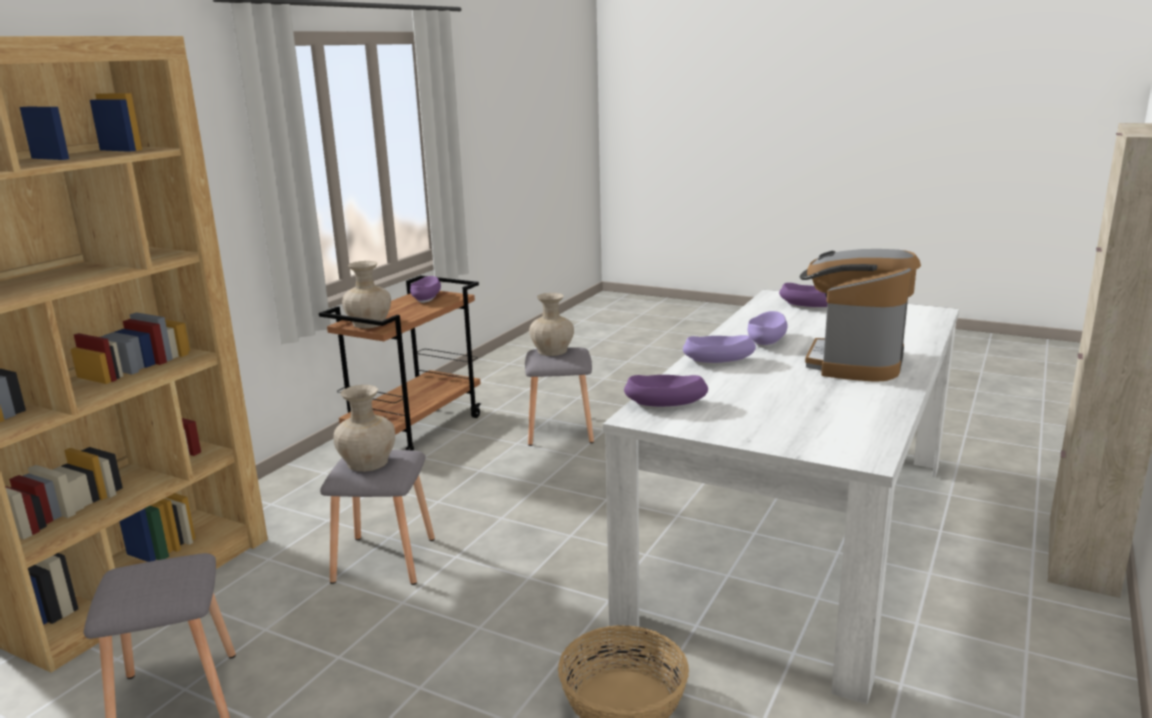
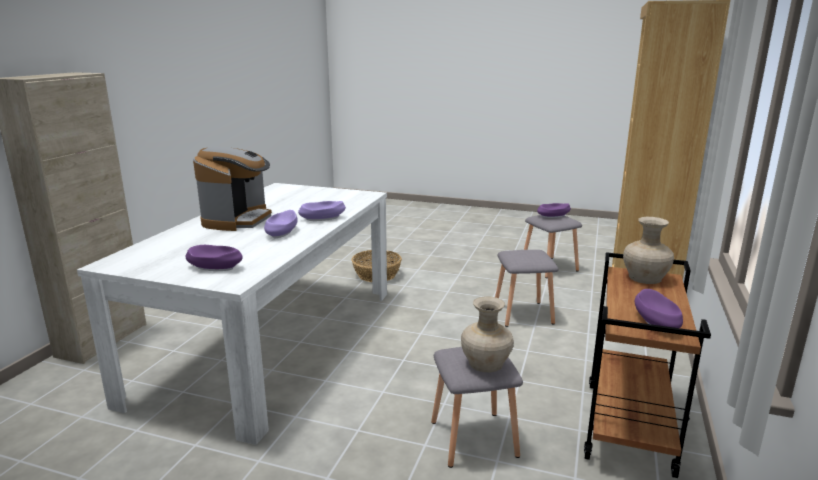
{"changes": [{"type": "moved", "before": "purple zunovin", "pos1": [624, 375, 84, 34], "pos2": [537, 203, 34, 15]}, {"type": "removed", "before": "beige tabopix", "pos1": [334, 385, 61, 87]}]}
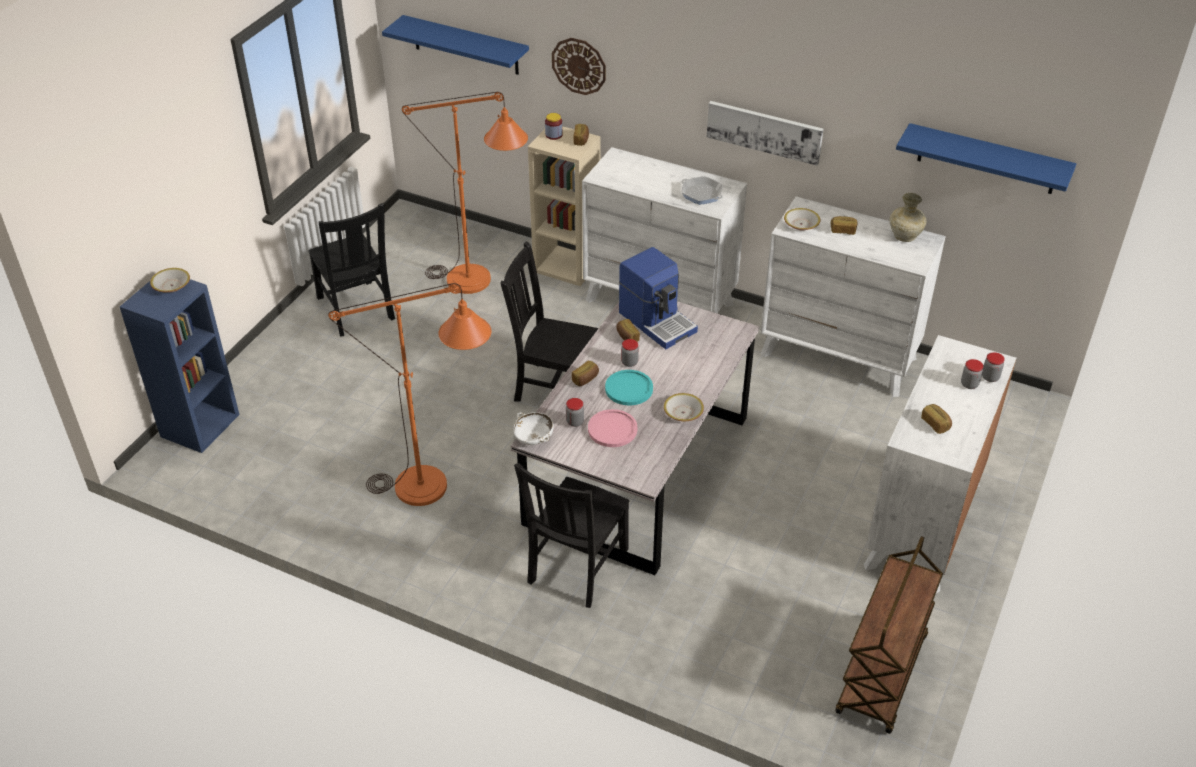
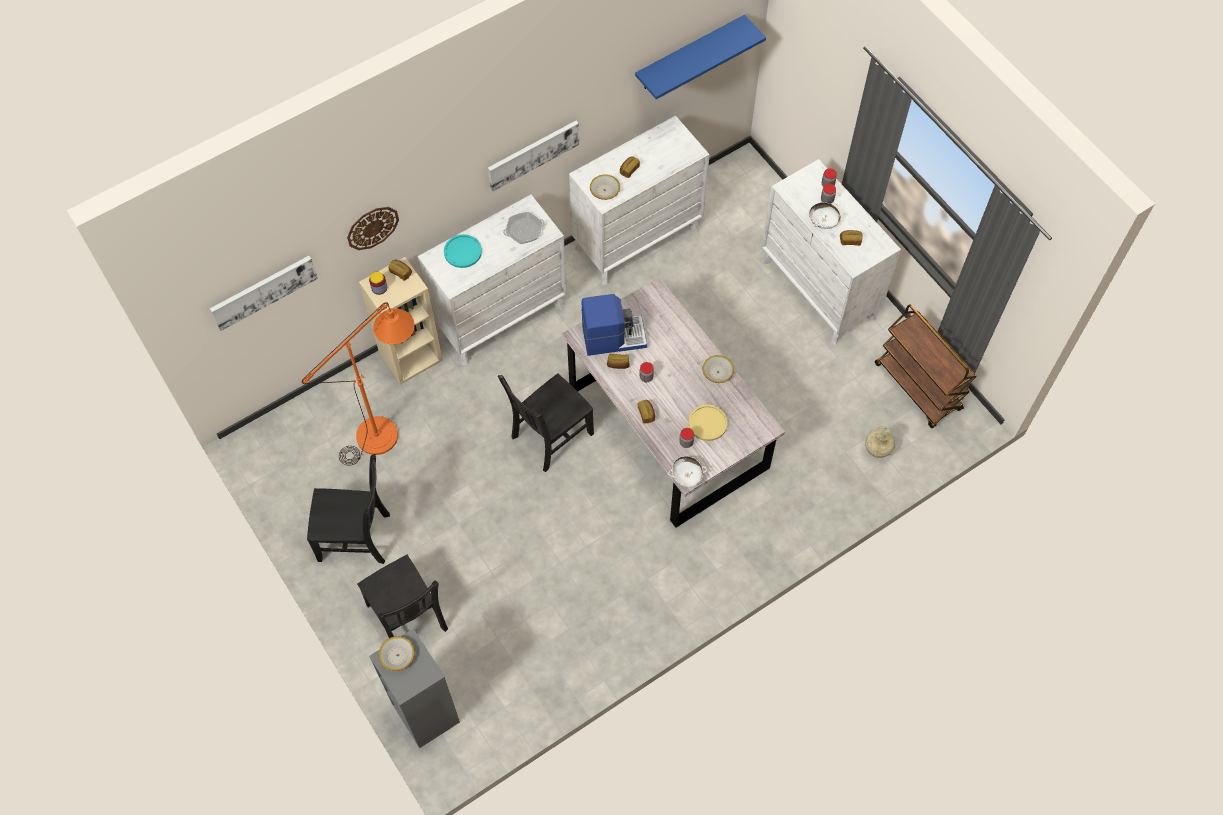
{"changes": [{"type": "replaced", "before": "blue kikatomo", "after": "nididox", "pos1": [382, 15, 147, 60], "pos2": [210, 256, 108, 75]}, {"type": "moved", "before": "beige tabopix", "pos1": [890, 193, 36, 49], "pos2": [865, 426, 30, 32]}, {"type": "recoloured", "before": "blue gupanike", "after": "grey gupanike", "pos1": [120, 279, 120, 174], "pos2": [369, 629, 91, 119]}, {"type": "removed", "before": "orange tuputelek", "pos1": [328, 283, 163, 223]}, {"type": "moved", "before": "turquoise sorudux", "pos1": [605, 370, 48, 35], "pos2": [444, 234, 38, 34]}, {"type": "recoloured", "before": "pink sorudux", "after": "yellow sorudux", "pos1": [588, 409, 49, 38], "pos2": [689, 405, 39, 36]}, {"type": "moved", "before": "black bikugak", "pos1": [514, 463, 115, 145], "pos2": [357, 555, 91, 83]}, {"type": "added", "after": "white zunovin", "pos2": [809, 202, 32, 27]}]}
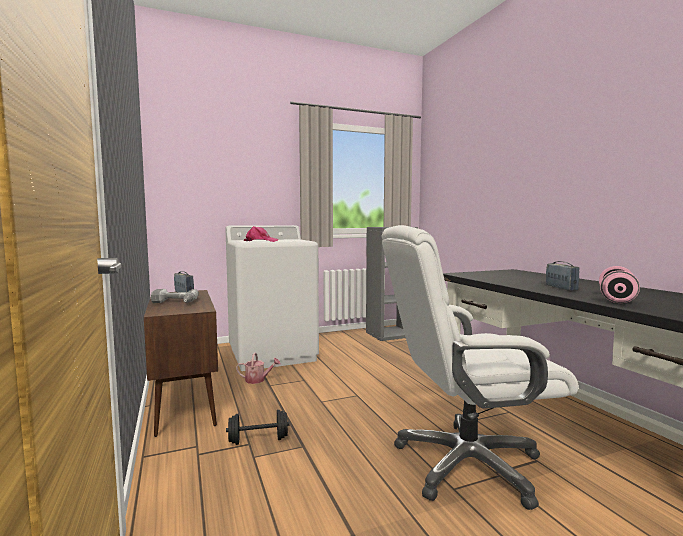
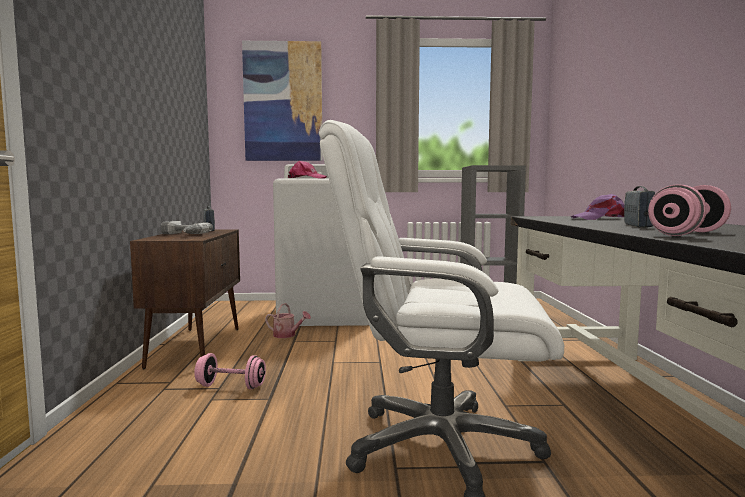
{"changes": [{"type": "recoloured", "before": "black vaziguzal", "after": "pink vaziguzal", "pos1": [226, 410, 64, 35], "pos2": [194, 353, 72, 36]}, {"type": "added", "after": "nididox", "pos2": [242, 41, 81, 120]}, {"type": "added", "after": "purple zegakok", "pos2": [571, 194, 53, 26]}]}
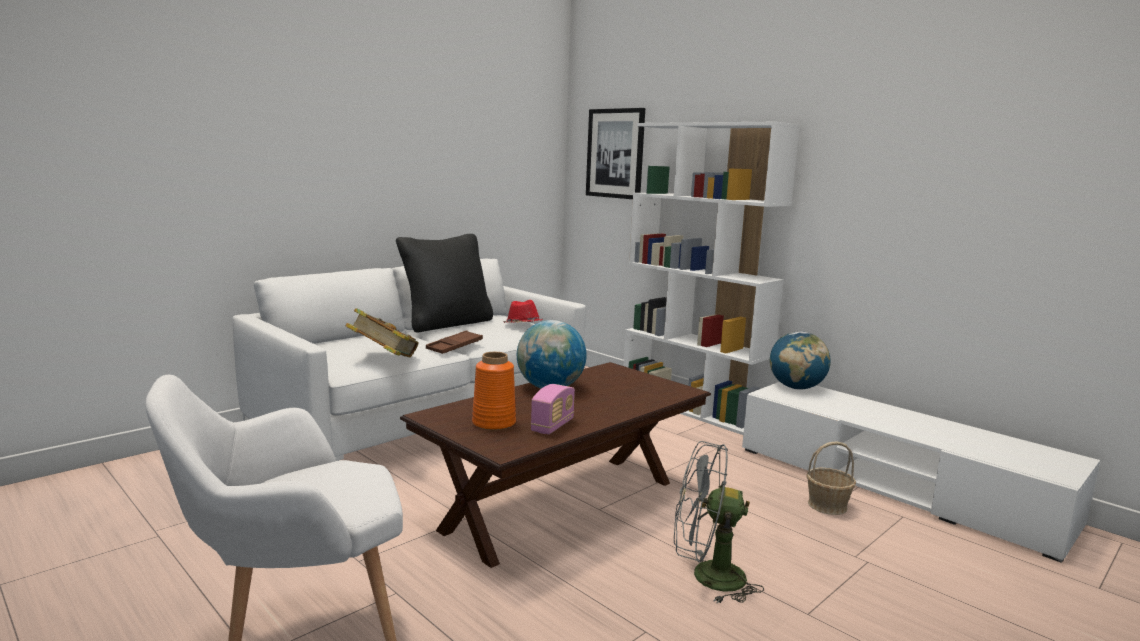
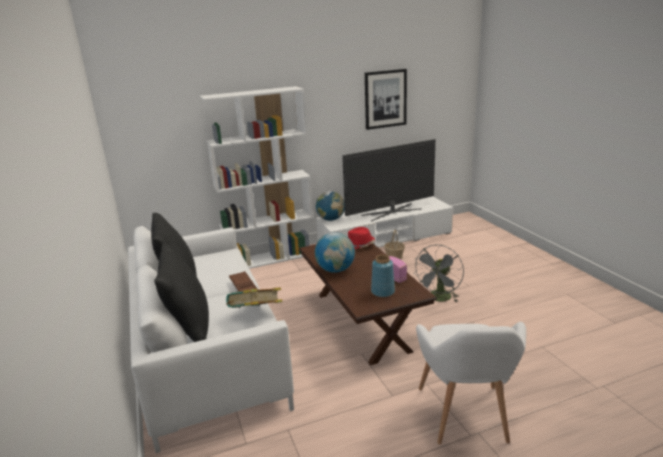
{"changes": [{"type": "moved", "before": "nididox", "pos1": [586, 108, 59, 91], "pos2": [365, 69, 42, 61]}, {"type": "moved", "before": "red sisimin", "pos1": [503, 300, 40, 23], "pos2": [348, 227, 27, 22]}, {"type": "recoloured", "before": "orange tabopix", "after": "blue tabopix", "pos1": [472, 352, 44, 79], "pos2": [371, 255, 24, 42]}, {"type": "added", "after": "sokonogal", "pos2": [342, 139, 94, 83]}, {"type": "added", "after": "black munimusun", "pos2": [154, 243, 55, 99]}]}
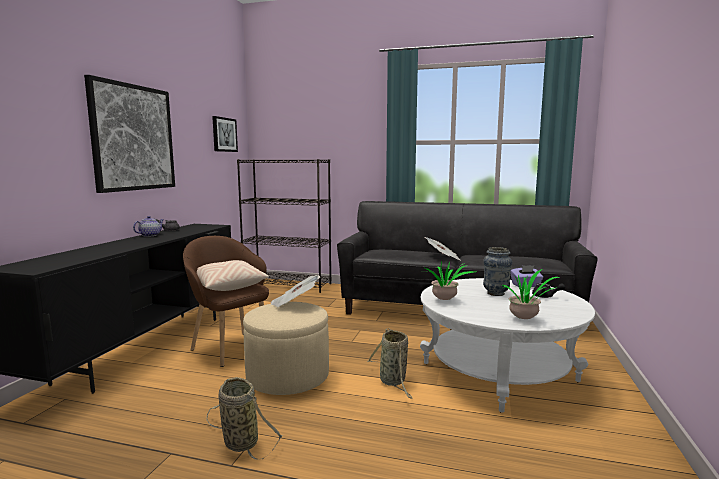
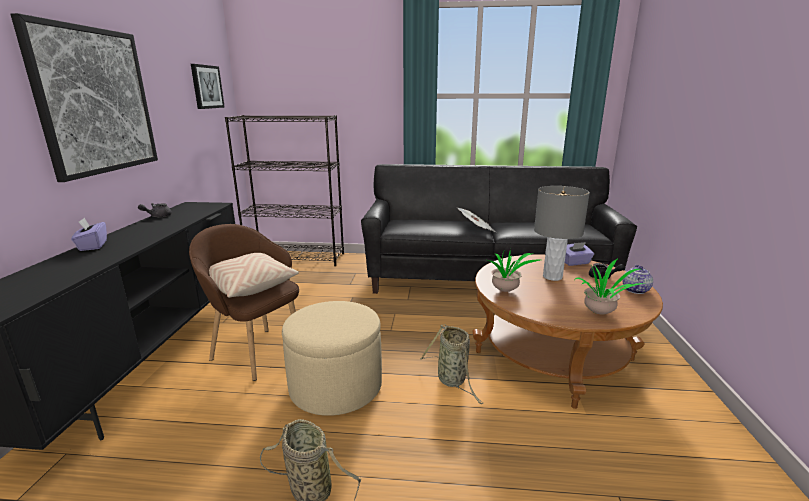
{"changes": [{"type": "moved", "before": "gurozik", "pos1": [133, 216, 31, 21], "pos2": [622, 265, 31, 29]}, {"type": "replaced", "before": "tabopix", "after": "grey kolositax", "pos1": [483, 247, 29, 49], "pos2": [534, 186, 56, 95]}, {"type": "removed", "before": "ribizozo", "pos1": [271, 275, 49, 33]}, {"type": "recoloured", "before": "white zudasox", "after": "brown zudasox", "pos1": [420, 278, 175, 135], "pos2": [473, 255, 190, 154]}, {"type": "added", "after": "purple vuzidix", "pos2": [71, 218, 36, 33]}]}
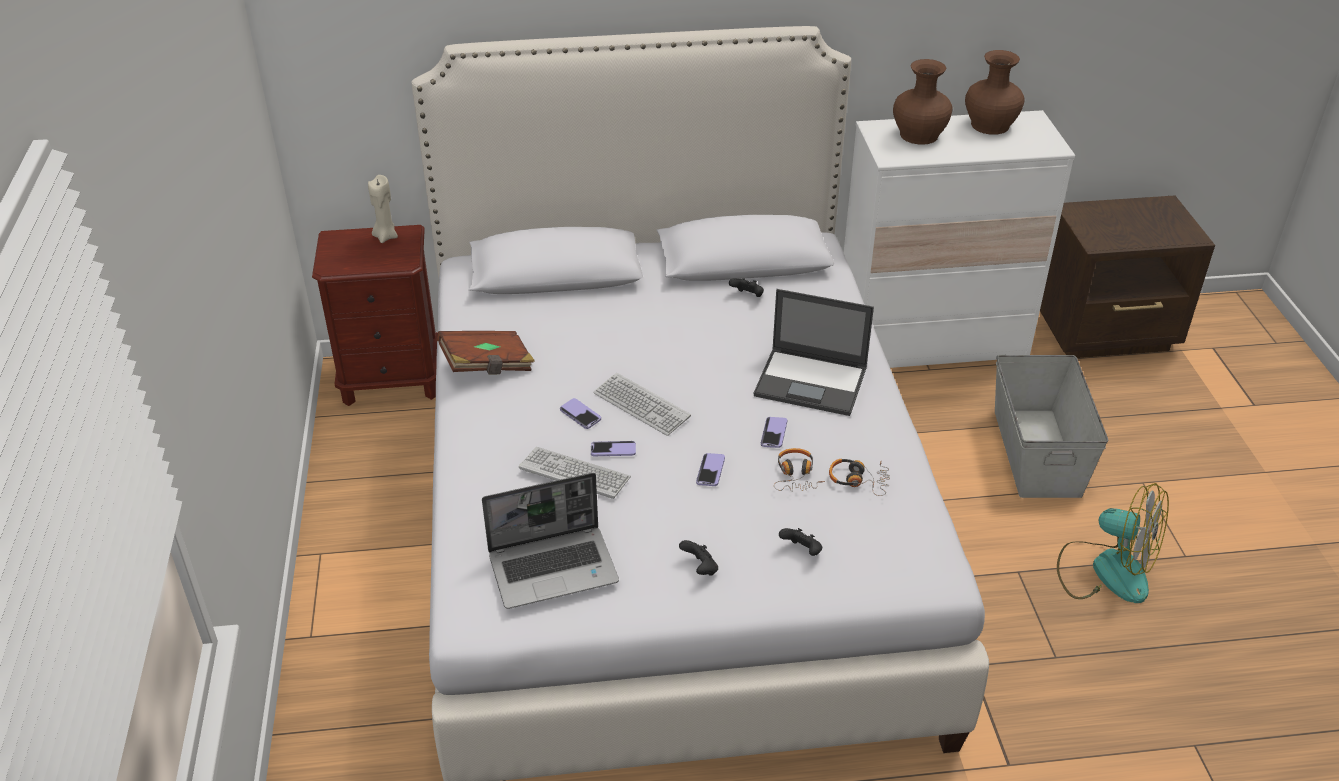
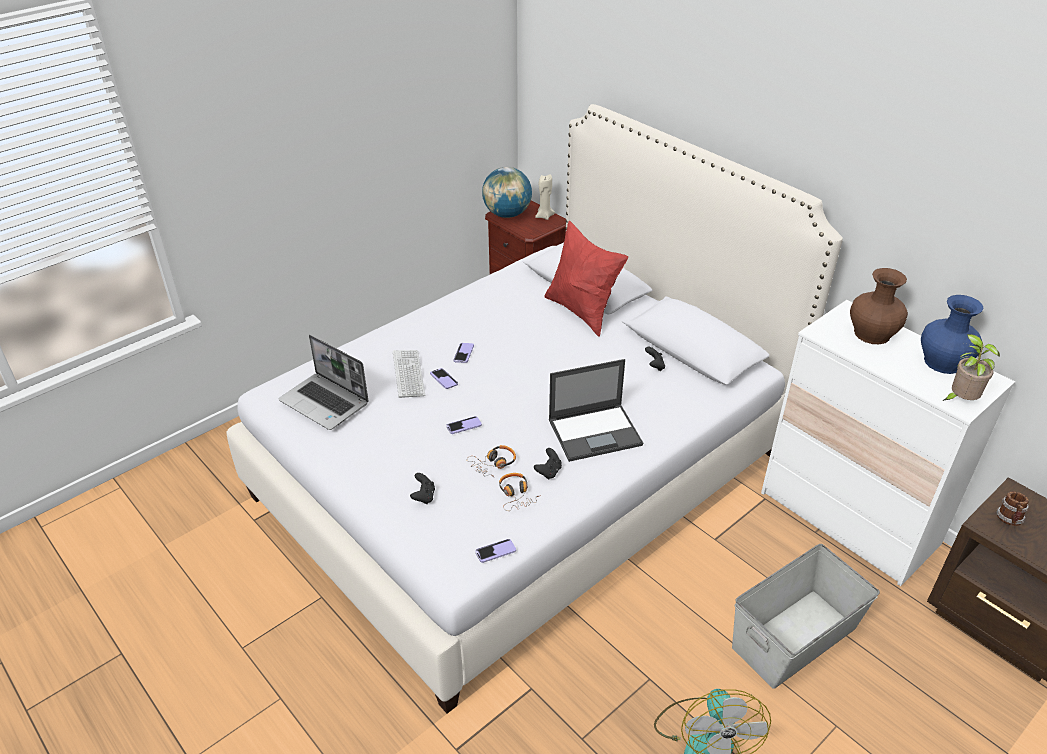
{"changes": [{"type": "recoloured", "before": "brown tabopix", "after": "blue tabopix", "pos1": [965, 50, 60, 85], "pos2": [921, 295, 62, 79]}, {"type": "turned", "before": "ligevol", "pos1": [753, 289, 121, 127], "pos2": [549, 359, 94, 103], "turn": -90}, {"type": "removed", "before": "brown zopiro", "pos1": [437, 331, 98, 44]}, {"type": "removed", "before": "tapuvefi", "pos1": [593, 373, 98, 63]}, {"type": "moved", "before": "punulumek", "pos1": [761, 417, 26, 31], "pos2": [475, 539, 41, 24]}, {"type": "moved", "before": "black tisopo", "pos1": [679, 540, 39, 36], "pos2": [534, 448, 28, 32]}, {"type": "added", "after": "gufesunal", "pos2": [482, 167, 50, 51]}, {"type": "added", "after": "red munimusun", "pos2": [544, 221, 84, 116]}, {"type": "added", "after": "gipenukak", "pos2": [942, 334, 58, 67]}, {"type": "added", "after": "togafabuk", "pos2": [997, 491, 32, 35]}]}
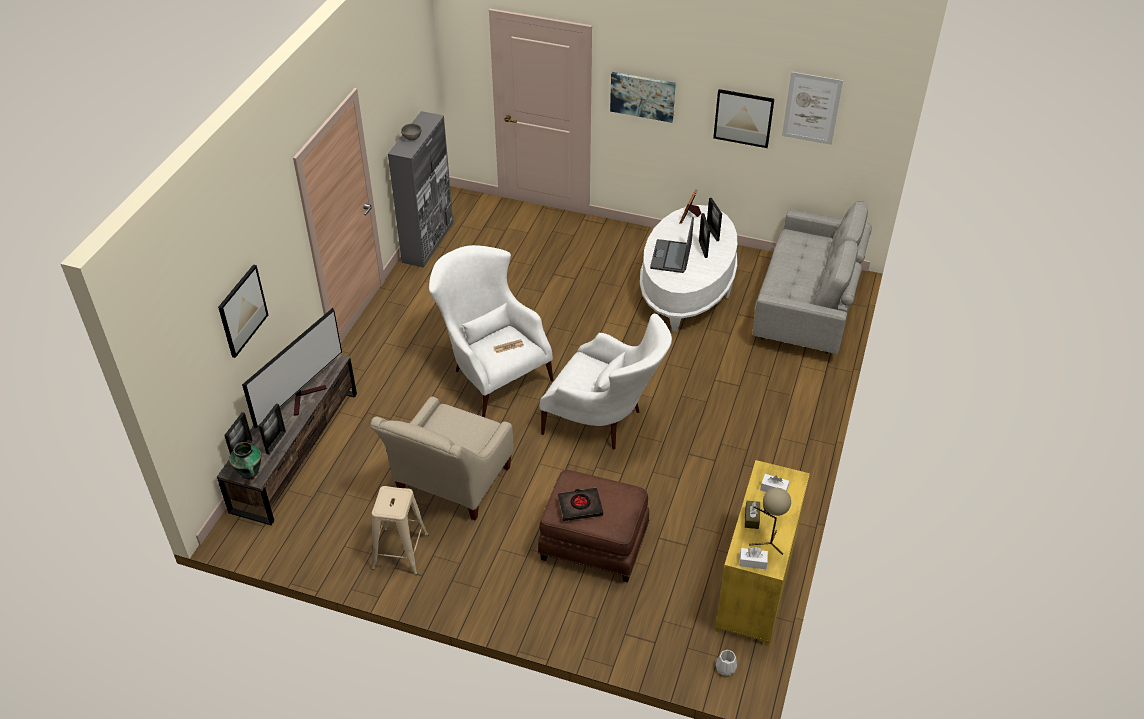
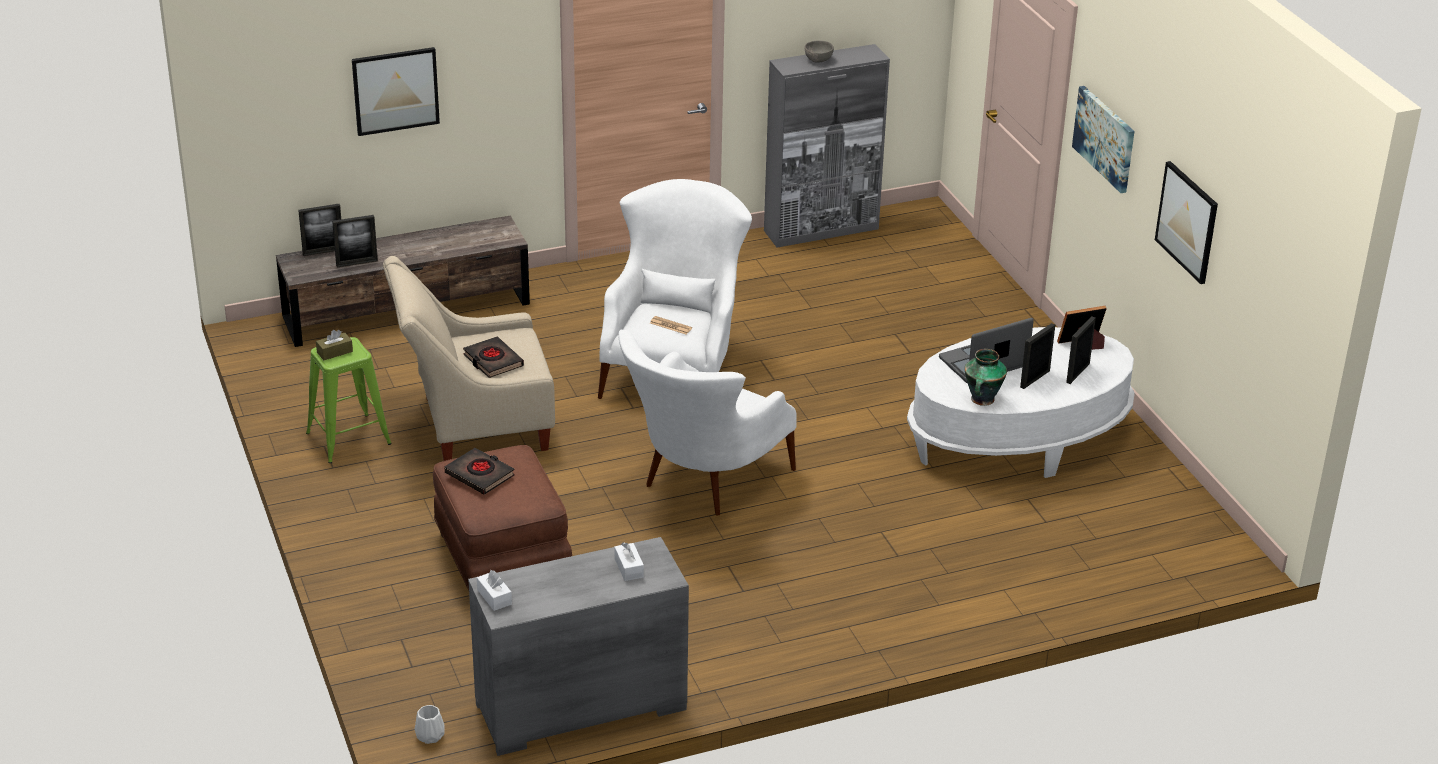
{"changes": [{"type": "removed", "before": "nididox", "pos1": [782, 72, 61, 73]}, {"type": "removed", "before": "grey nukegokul", "pos1": [752, 201, 120, 153]}, {"type": "removed", "before": "sokonogal", "pos1": [242, 308, 100, 120]}, {"type": "turned", "before": "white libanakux", "pos1": [540, 313, 132, 137], "pos2": [618, 330, 179, 186], "turn": 45}, {"type": "moved", "before": "tabopix", "pos1": [229, 442, 32, 39], "pos2": [964, 349, 43, 57]}, {"type": "recoloured", "before": "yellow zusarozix", "after": "grey zusarozix", "pos1": [715, 460, 95, 186], "pos2": [468, 537, 221, 219]}, {"type": "recoloured", "before": "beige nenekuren", "after": "green nenekuren", "pos1": [372, 486, 57, 89], "pos2": [306, 337, 86, 126]}, {"type": "removed", "before": "beige kolositax", "pos1": [749, 488, 42, 67]}, {"type": "moved", "before": "brown vuzidix", "pos1": [745, 501, 15, 28], "pos2": [316, 330, 37, 30]}, {"type": "added", "after": "black zopiro", "pos2": [463, 337, 61, 41]}]}
